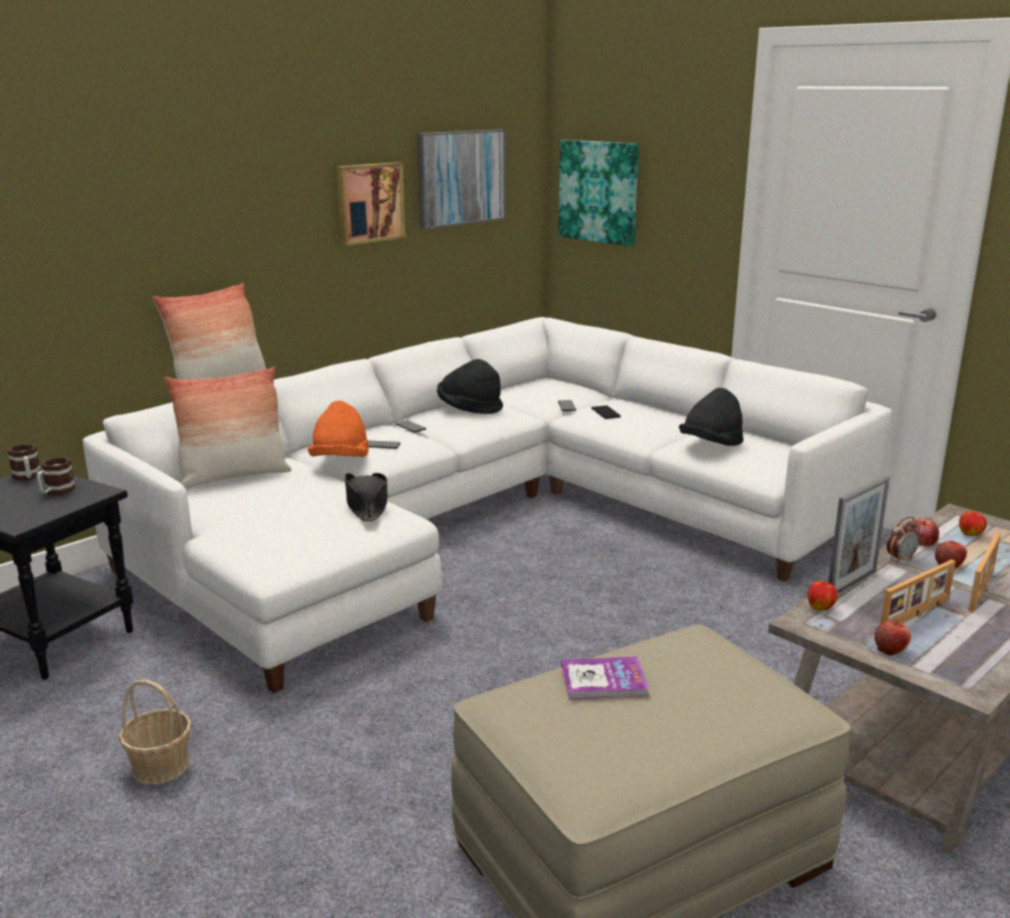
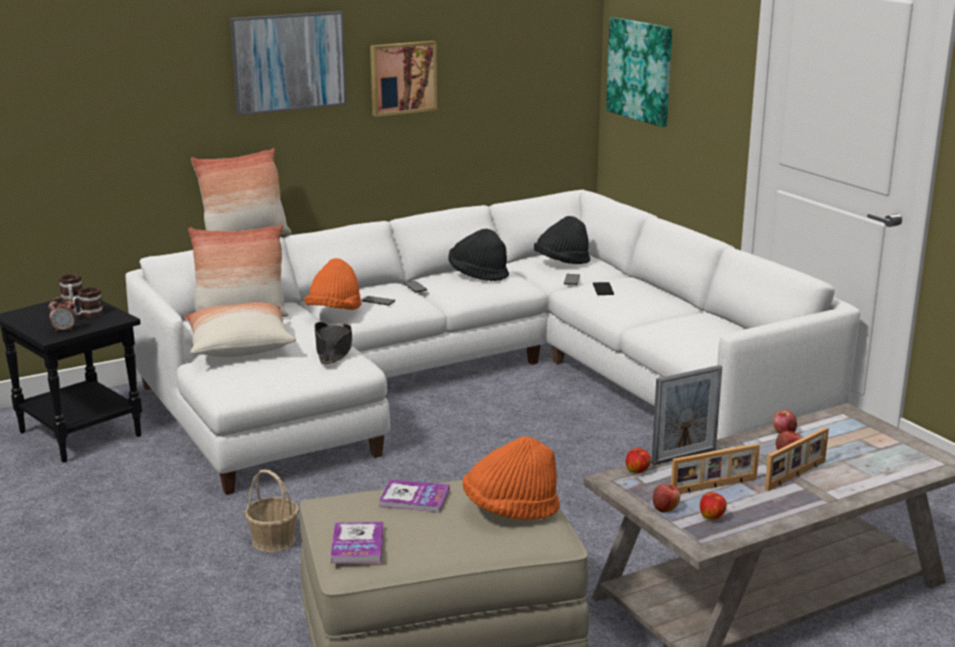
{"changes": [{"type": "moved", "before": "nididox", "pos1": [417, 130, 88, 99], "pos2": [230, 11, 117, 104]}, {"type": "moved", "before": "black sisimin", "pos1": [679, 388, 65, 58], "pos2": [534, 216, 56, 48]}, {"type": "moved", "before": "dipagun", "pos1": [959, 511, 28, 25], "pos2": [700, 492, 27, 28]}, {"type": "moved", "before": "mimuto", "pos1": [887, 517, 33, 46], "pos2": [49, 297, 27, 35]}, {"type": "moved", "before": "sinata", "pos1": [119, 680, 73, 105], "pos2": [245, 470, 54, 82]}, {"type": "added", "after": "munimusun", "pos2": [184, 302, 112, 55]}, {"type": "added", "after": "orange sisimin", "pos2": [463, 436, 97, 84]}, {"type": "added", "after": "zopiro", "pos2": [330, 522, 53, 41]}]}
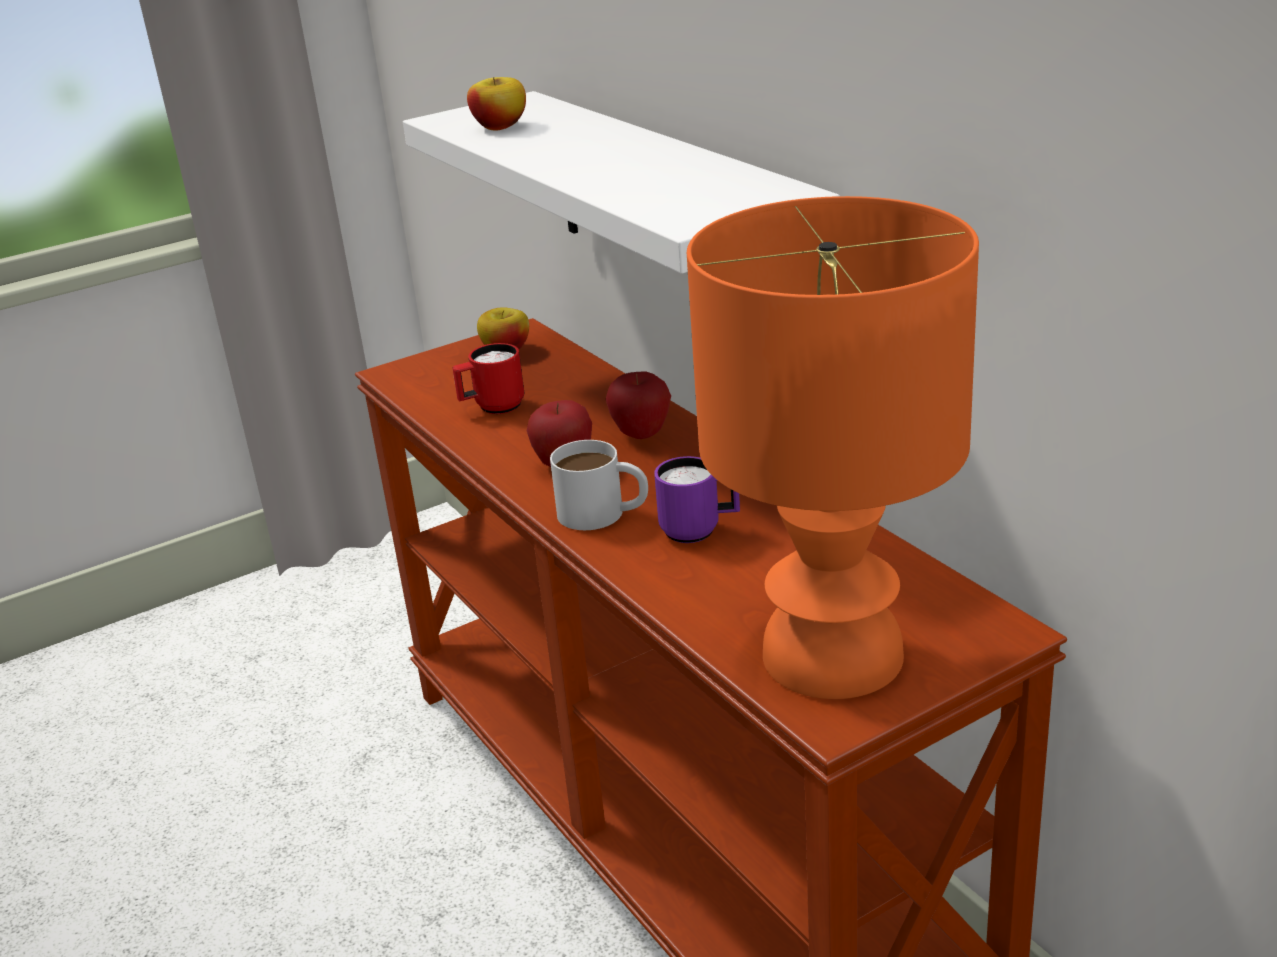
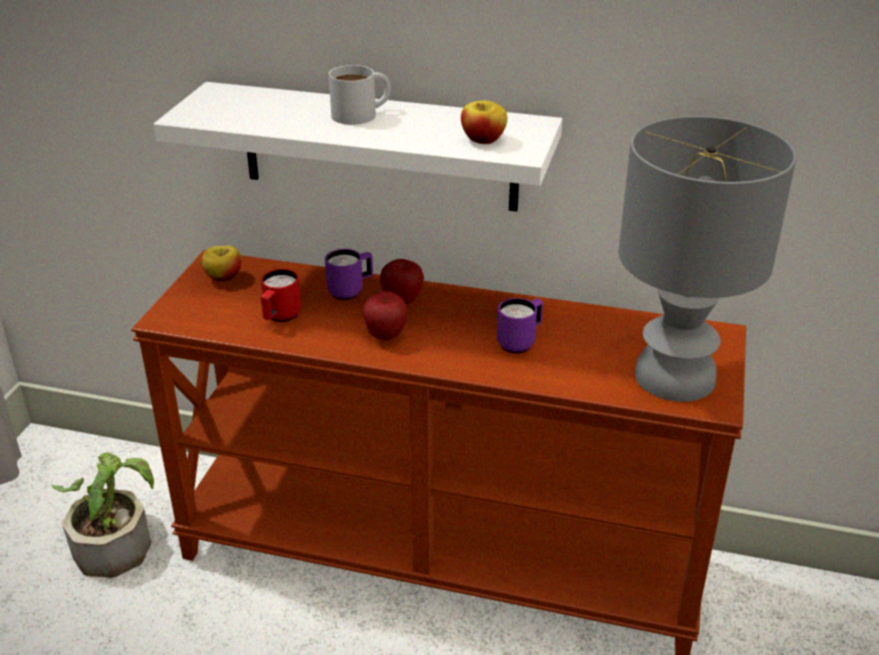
{"changes": [{"type": "moved", "before": "dipagun", "pos1": [467, 77, 59, 54], "pos2": [461, 101, 46, 43]}, {"type": "recoloured", "before": "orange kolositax", "after": "grey kolositax", "pos1": [687, 196, 292, 503], "pos2": [618, 116, 178, 286]}, {"type": "moved", "before": "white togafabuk", "pos1": [550, 440, 98, 90], "pos2": [329, 65, 62, 60]}, {"type": "added", "after": "purple togafabuk", "pos2": [325, 249, 48, 51]}, {"type": "added", "after": "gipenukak", "pos2": [51, 452, 103, 126]}]}
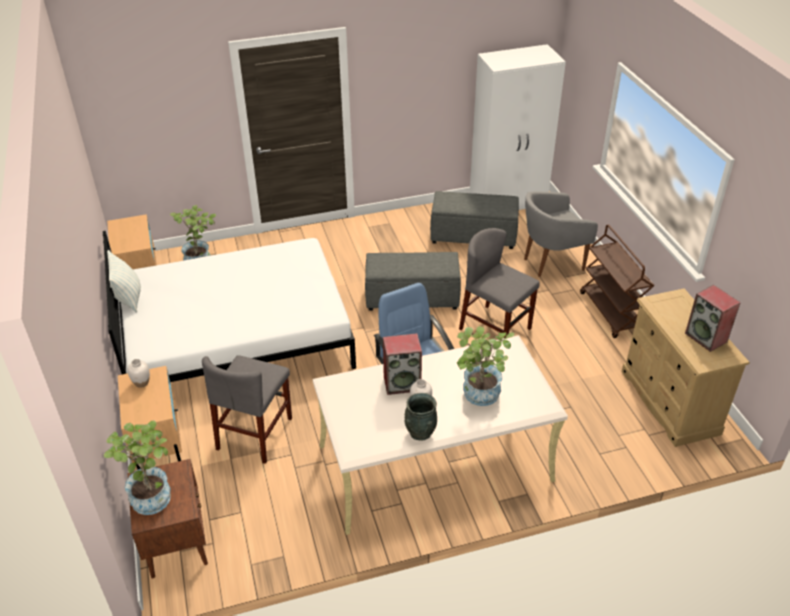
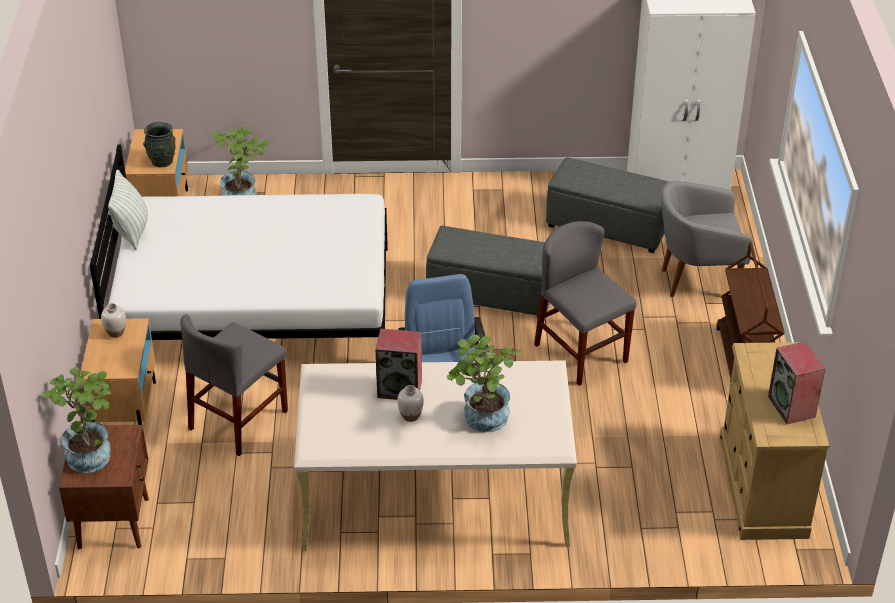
{"changes": [{"type": "moved", "before": "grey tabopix", "pos1": [404, 393, 33, 48], "pos2": [143, 122, 33, 46]}]}
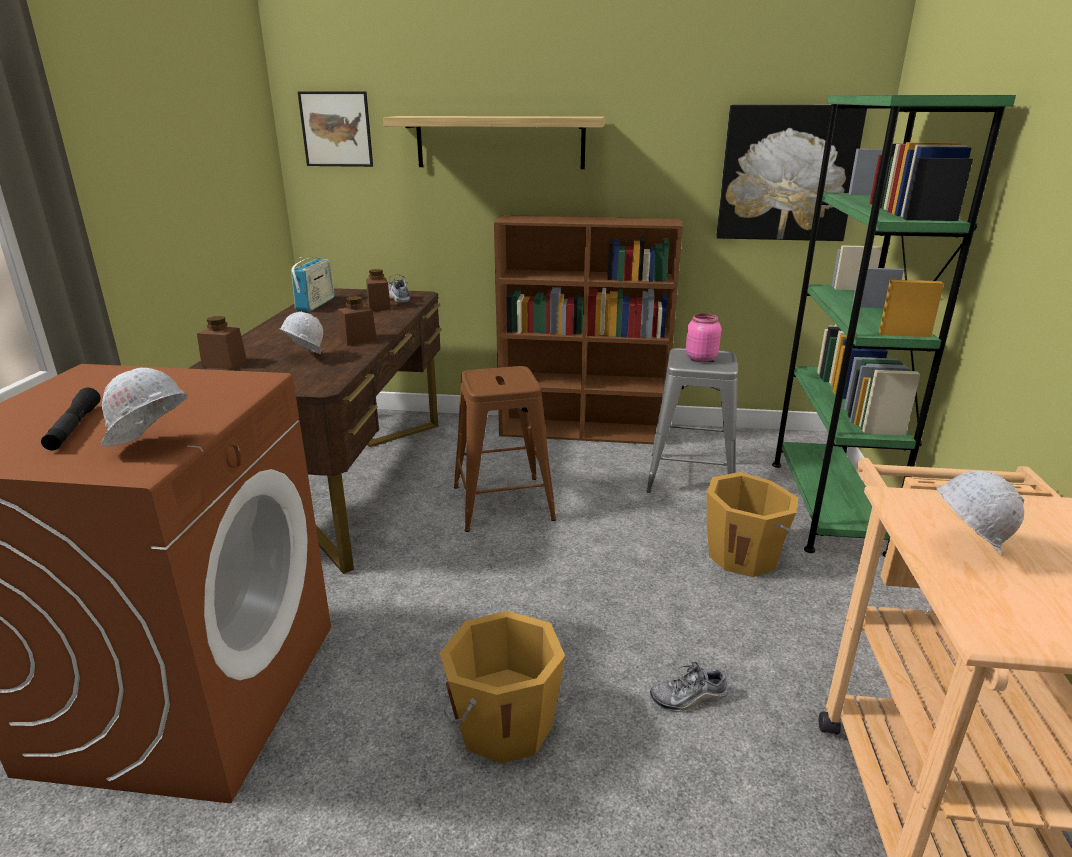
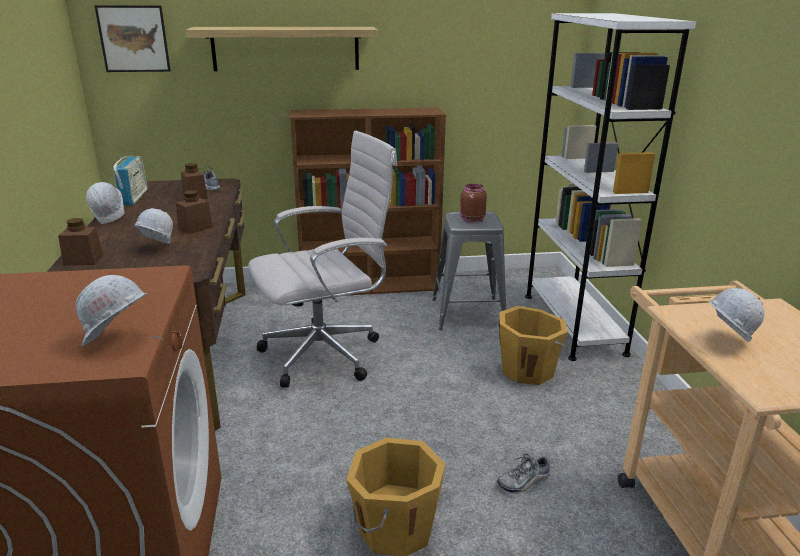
{"changes": [{"type": "recoloured", "before": "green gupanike", "after": "white gupanike", "pos1": [772, 95, 244, 462], "pos2": [525, 13, 171, 348]}, {"type": "removed", "before": "nididox", "pos1": [716, 105, 151, 136]}, {"type": "recoloured", "before": "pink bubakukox", "after": "brown bubakukox", "pos1": [686, 313, 35, 49], "pos2": [460, 184, 27, 38]}, {"type": "replaced", "before": "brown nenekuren", "after": "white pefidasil", "pos1": [454, 366, 102, 166], "pos2": [248, 131, 149, 257]}, {"type": "removed", "before": "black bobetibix", "pos1": [41, 388, 60, 62]}, {"type": "added", "after": "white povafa", "pos2": [86, 182, 38, 42]}]}
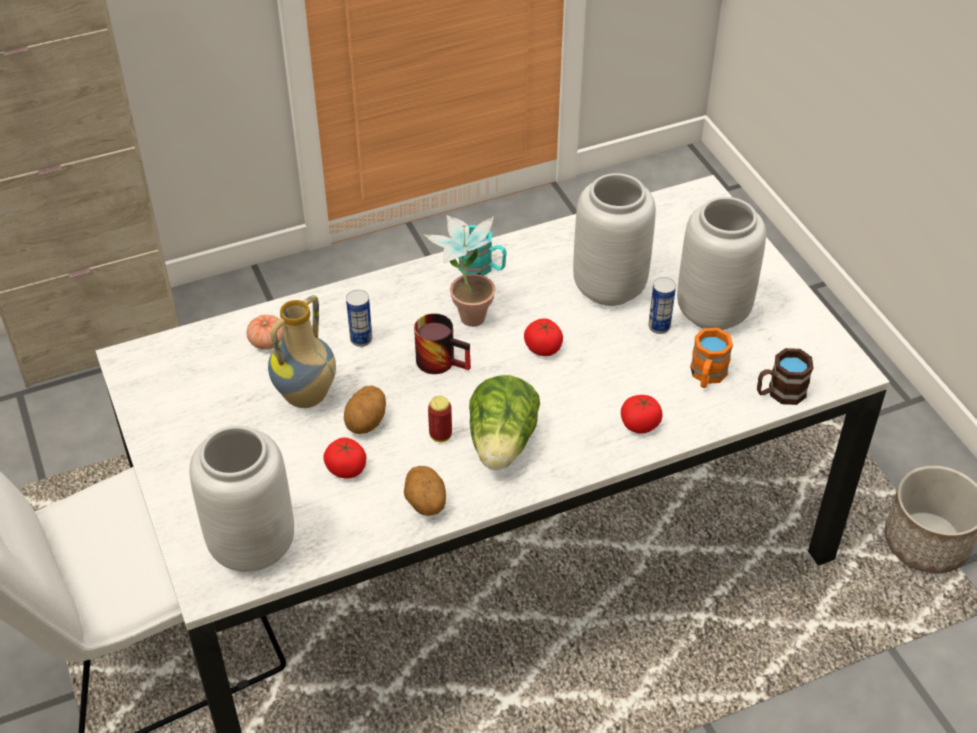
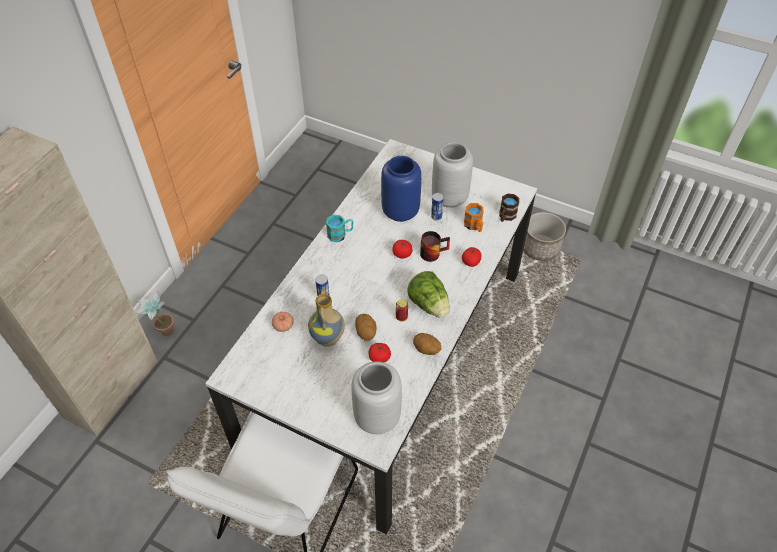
{"changes": [{"type": "recoloured", "before": "grey tabopix", "after": "blue tabopix", "pos1": [573, 173, 83, 133], "pos2": [381, 156, 40, 66]}, {"type": "moved", "before": "gipenukak", "pos1": [424, 215, 72, 112], "pos2": [135, 290, 39, 46]}, {"type": "moved", "before": "togafabuk", "pos1": [414, 313, 57, 61], "pos2": [420, 231, 30, 31]}]}
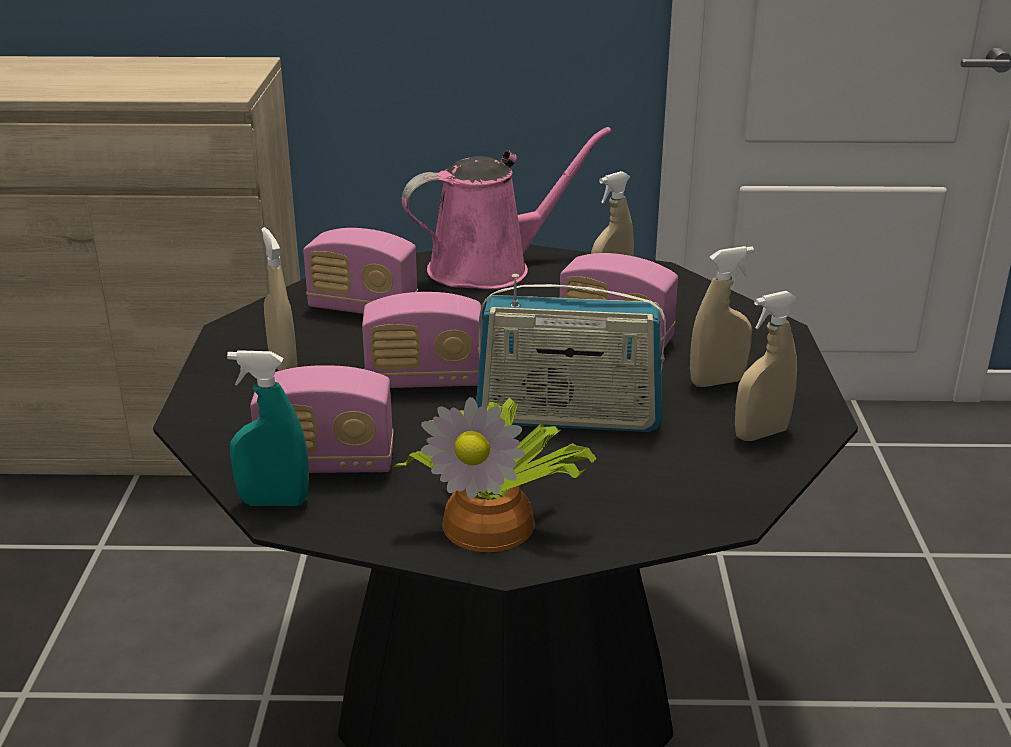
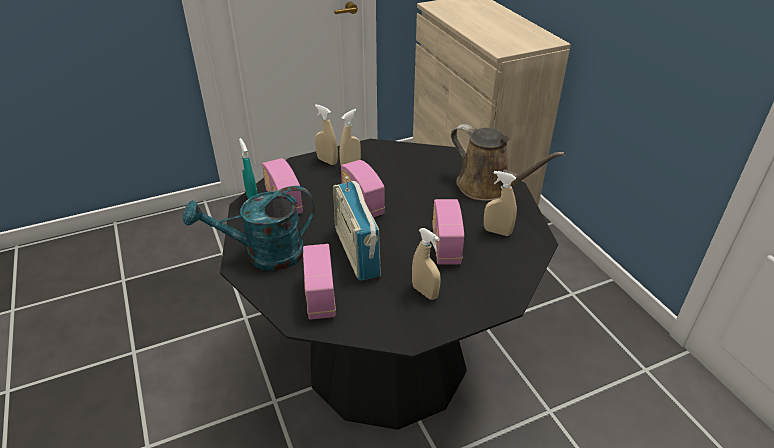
{"changes": [{"type": "recoloured", "before": "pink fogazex", "after": "brown fogazex", "pos1": [402, 127, 209, 162], "pos2": [451, 124, 114, 77]}, {"type": "moved", "before": "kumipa", "pos1": [303, 228, 115, 86], "pos2": [303, 244, 33, 75]}, {"type": "moved", "before": "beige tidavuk", "pos1": [735, 291, 62, 150], "pos2": [315, 104, 23, 61]}, {"type": "replaced", "before": "gipenukak", "after": "turquoise fogazex", "pos1": [394, 397, 203, 155], "pos2": [183, 186, 131, 85]}]}
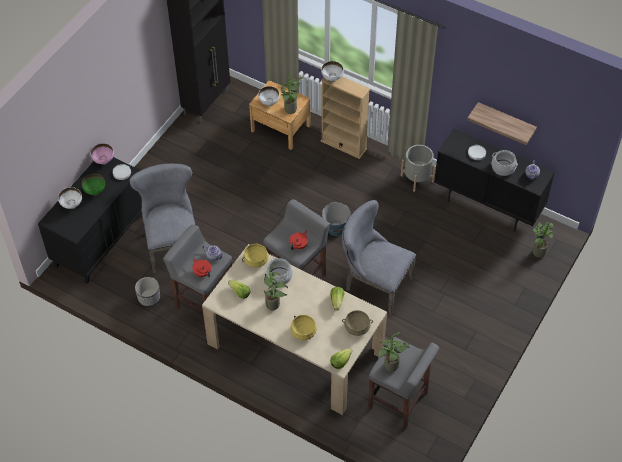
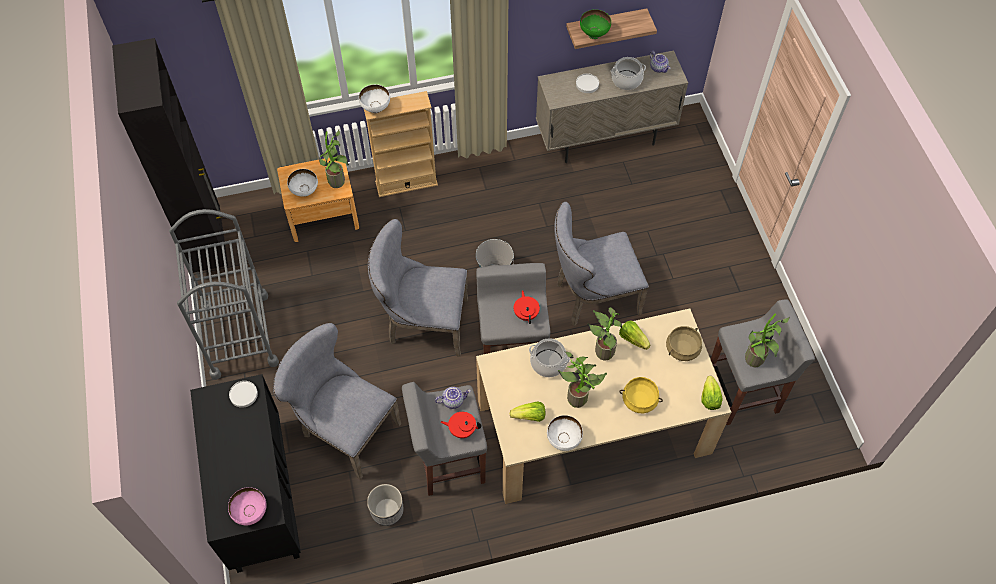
{"changes": [{"type": "recoloured", "before": "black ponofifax", "after": "beige ponofifax", "pos1": [434, 128, 121, 104], "pos2": [536, 51, 152, 112]}, {"type": "moved", "before": "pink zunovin", "pos1": [91, 143, 23, 22], "pos2": [228, 487, 38, 39]}, {"type": "removed", "before": "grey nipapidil", "pos1": [401, 145, 35, 47]}, {"type": "moved", "before": "green zunovin", "pos1": [82, 174, 23, 21], "pos2": [580, 9, 31, 30]}, {"type": "moved", "before": "white zunovin", "pos1": [58, 187, 24, 22], "pos2": [547, 415, 36, 36]}, {"type": "moved", "before": "gipenukak", "pos1": [532, 221, 22, 37], "pos2": [587, 307, 35, 53]}, {"type": "removed", "before": "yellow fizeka", "pos1": [242, 244, 27, 24]}, {"type": "added", "after": "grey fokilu", "pos2": [169, 209, 110, 171]}, {"type": "added", "after": "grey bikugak", "pos2": [368, 219, 100, 138]}]}
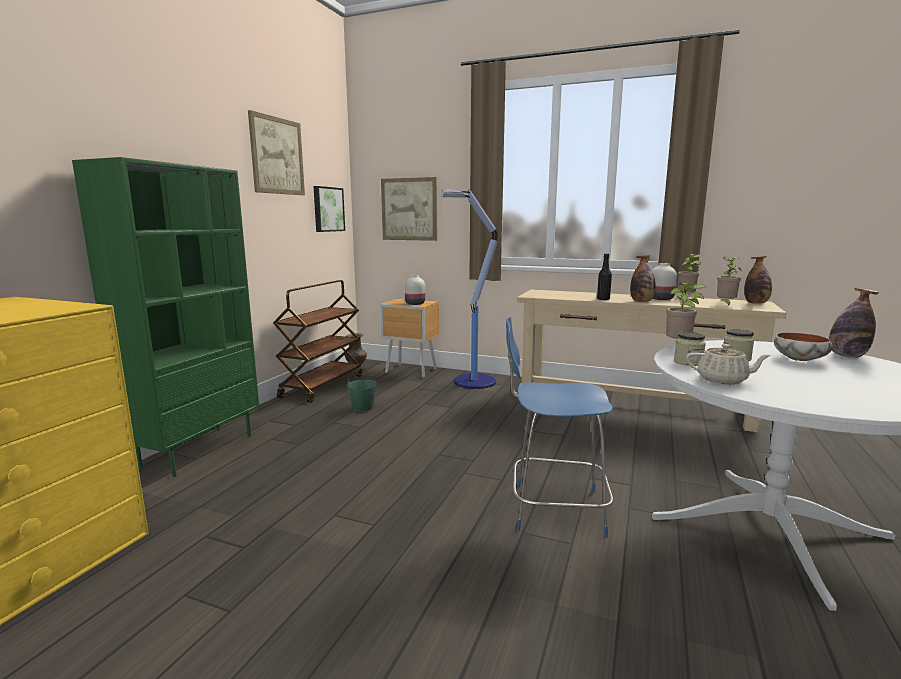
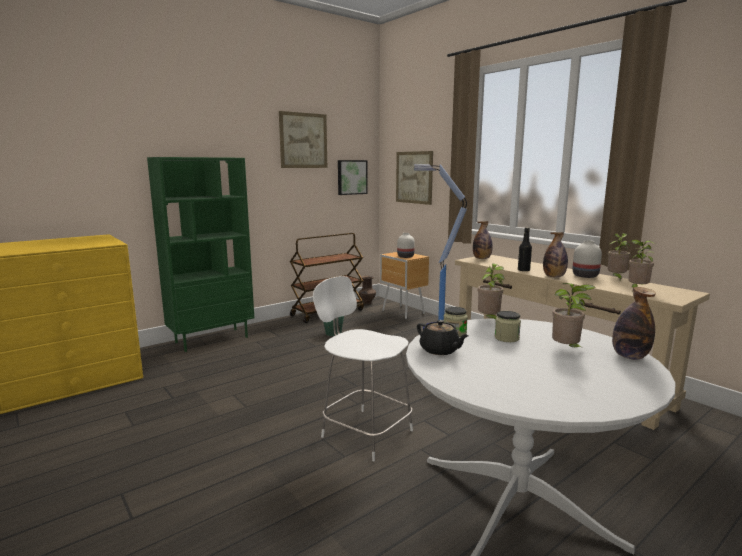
{"changes": [{"type": "moved", "before": "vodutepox", "pos1": [744, 256, 28, 48], "pos2": [473, 221, 20, 38]}, {"type": "recoloured", "before": "blue bikugak", "after": "white bikugak", "pos1": [506, 317, 107, 221], "pos2": [313, 276, 100, 186]}, {"type": "replaced", "before": "zunovin", "after": "gipenukak", "pos1": [774, 332, 59, 29], "pos2": [552, 283, 43, 64]}, {"type": "recoloured", "before": "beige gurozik", "after": "black gurozik", "pos1": [686, 344, 85, 40], "pos2": [417, 320, 52, 35]}]}
